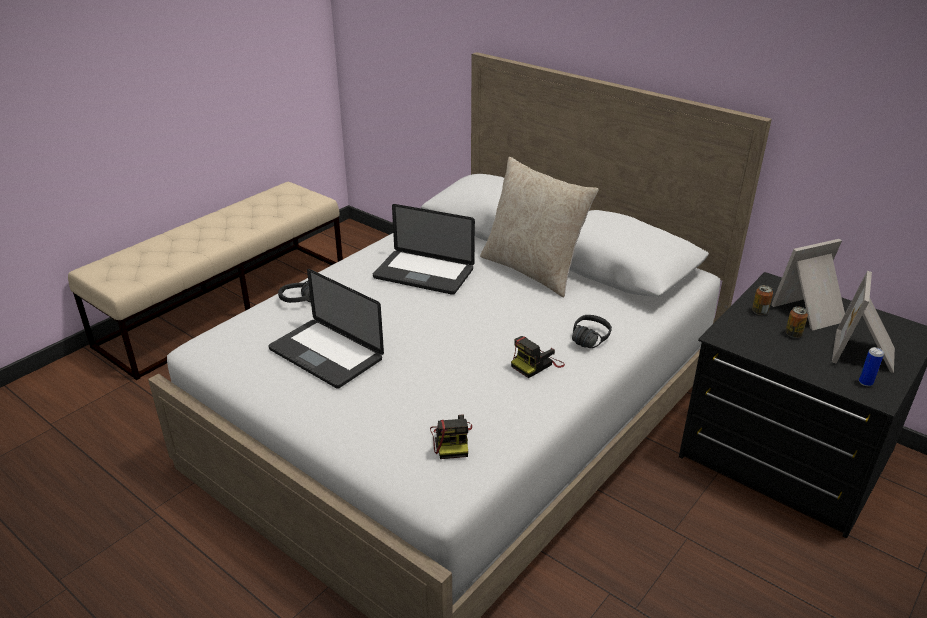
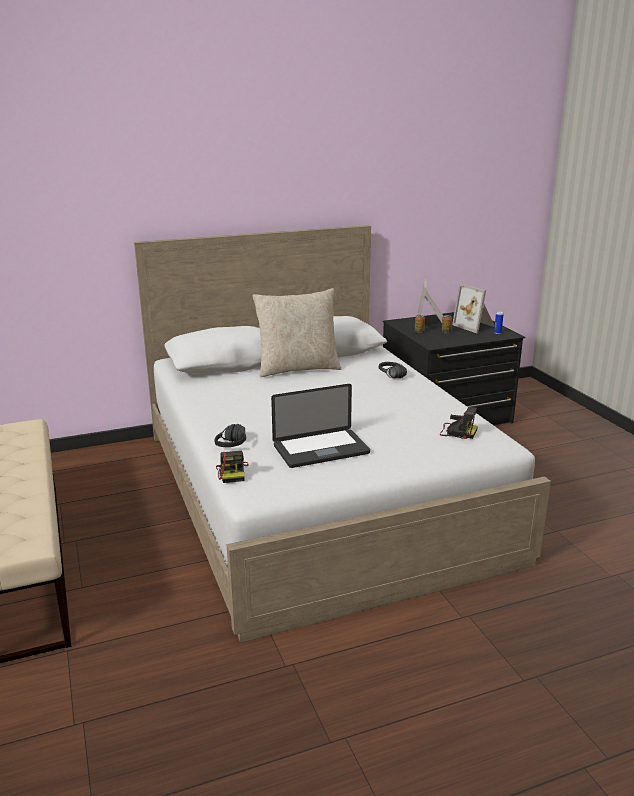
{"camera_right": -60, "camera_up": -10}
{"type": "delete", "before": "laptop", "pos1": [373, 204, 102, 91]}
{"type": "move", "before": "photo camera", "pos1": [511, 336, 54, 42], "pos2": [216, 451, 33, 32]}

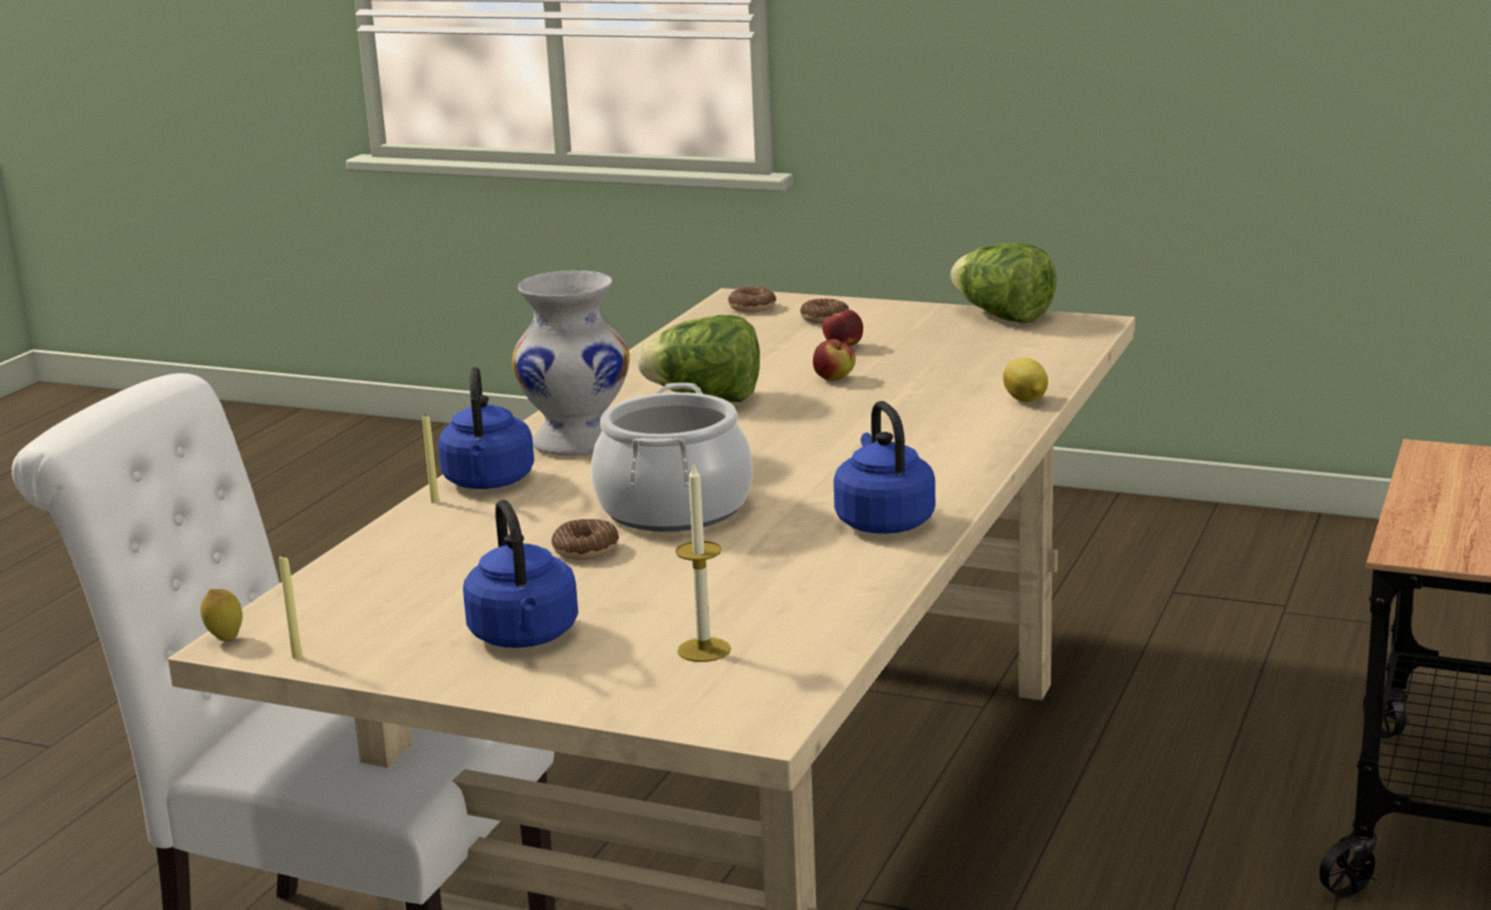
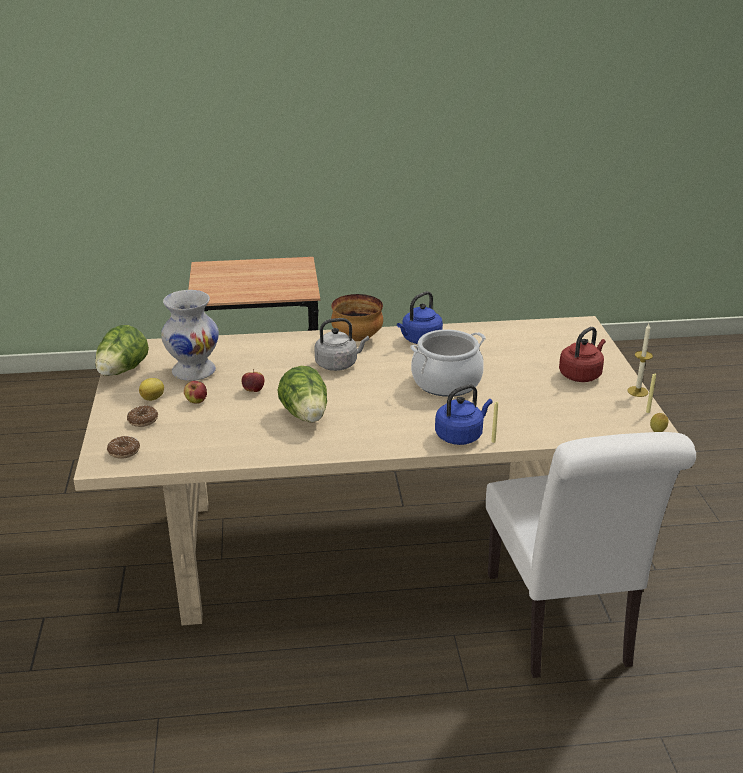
{"camera_right": -120, "camera_up": 10}
{"type": "delete", "before": "donut", "pos1": [552, 519, 67, 41]}
{"type": "insert", "after": "grey kettle", "pos2": [314, 318, 55, 53]}
{"type": "insert", "after": "bowl", "pos2": [331, 294, 52, 47]}
{"type": "move", "before": "white vase", "pos1": [512, 270, 118, 185], "pos2": [161, 290, 58, 91]}
{"type": "move", "before": "candle", "pos1": [675, 462, 56, 200], "pos2": [627, 324, 26, 73]}
{"type": "move", "before": "lemon", "pos1": [1003, 358, 45, 44], "pos2": [139, 378, 25, 23]}
{"type": "recolor", "before": "blue kettle", "after": "red kettle", "pos1": [463, 500, 115, 148], "pos2": [559, 327, 47, 55]}

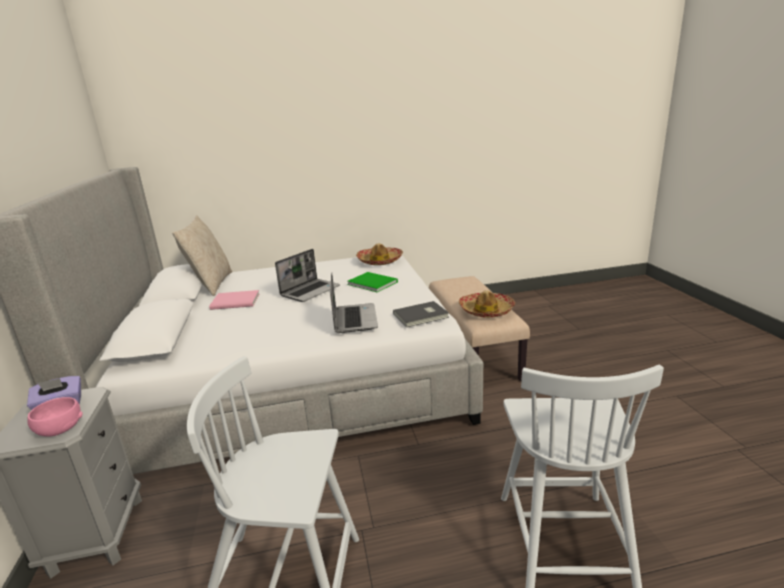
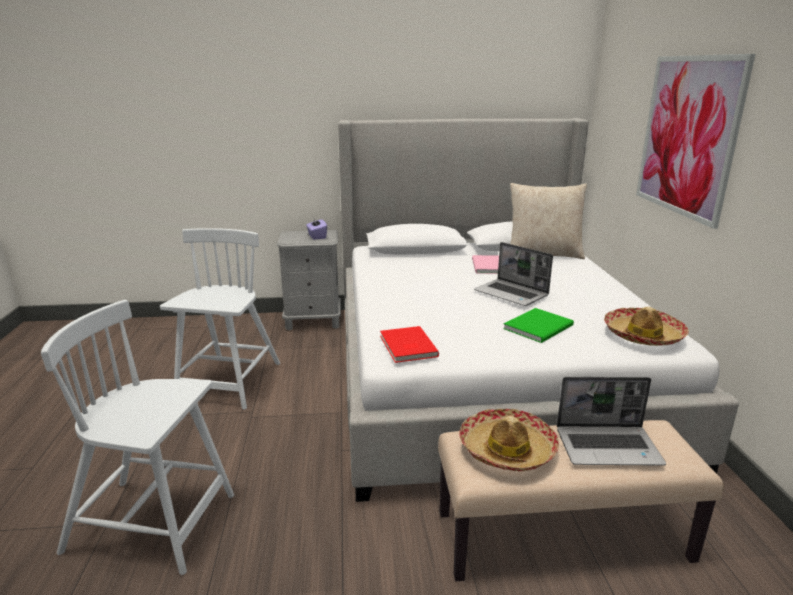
{"camera_right": 95, "camera_up": 0}
{"type": "delete", "before": "pink bowl", "pos1": [27, 397, 56, 40]}
{"type": "insert", "after": "picture", "pos2": [636, 54, 119, 175]}
{"type": "move", "before": "laptop", "pos1": [330, 273, 48, 60], "pos2": [557, 377, 109, 89]}
{"type": "recolor", "before": "grey book", "after": "red book", "pos1": [393, 301, 56, 26], "pos2": [380, 326, 59, 37]}

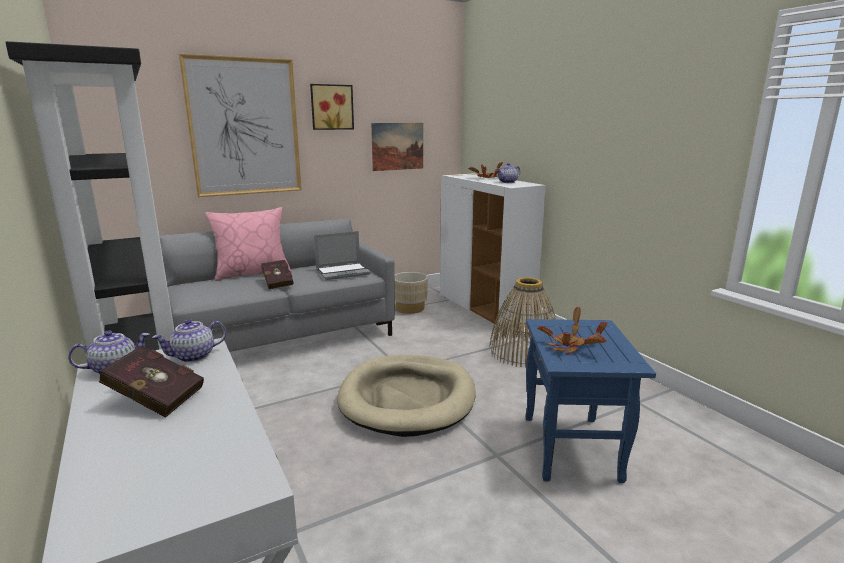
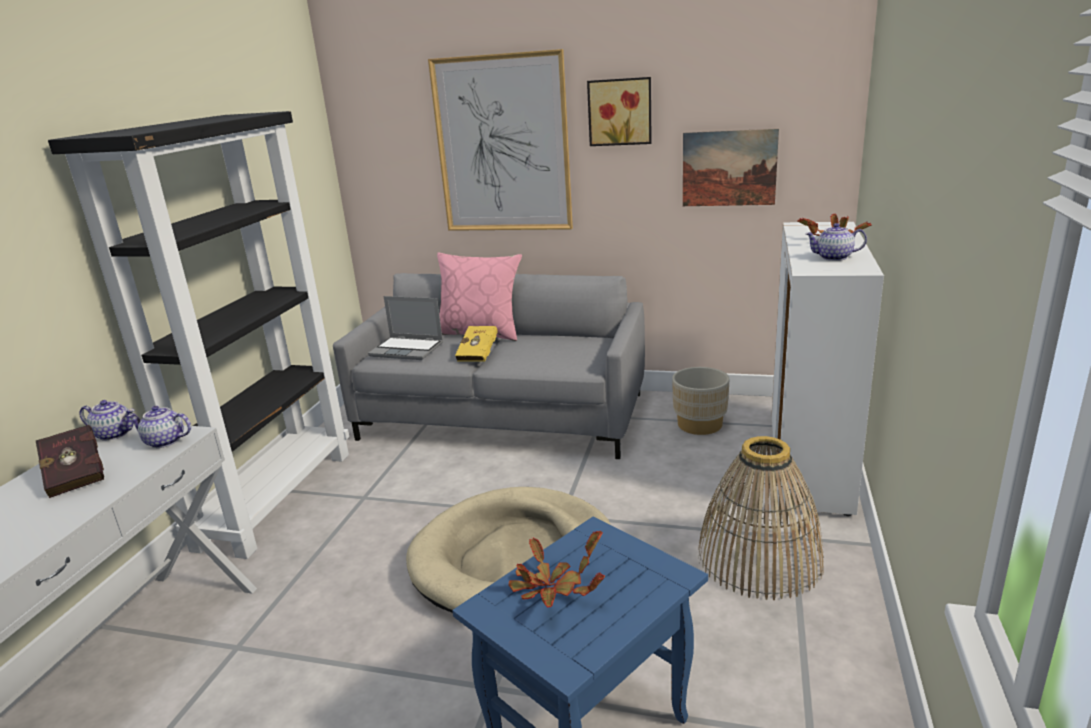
{"camera_right": 45, "camera_up": 5}
{"type": "move", "before": "laptop", "pos1": [314, 231, 57, 49], "pos2": [368, 296, 75, 64]}
{"type": "recolor", "before": "red book", "after": "yellow book", "pos1": [261, 260, 32, 29], "pos2": [455, 326, 43, 36]}

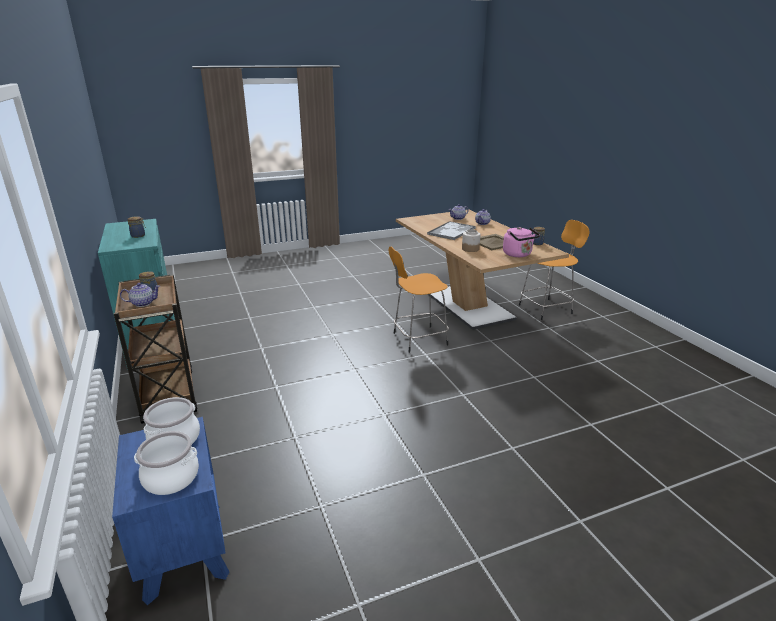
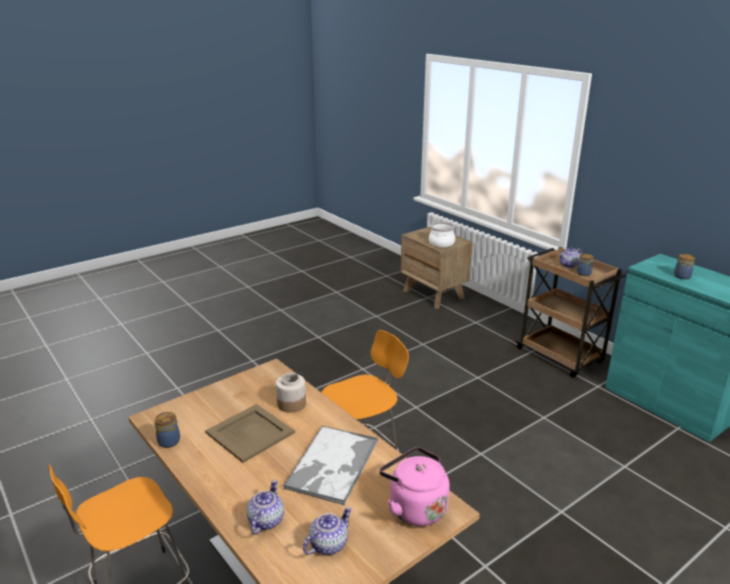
{"camera_right": 165, "camera_up": 0}
{"type": "delete", "before": "cooking pot", "pos1": [134, 431, 65, 64]}
{"type": "move", "before": "pink kettle", "pos1": [503, 227, 37, 30], "pos2": [379, 447, 71, 79]}
{"type": "recolor", "before": "blue nightstand", "after": "brown nightstand", "pos1": [112, 417, 118, 188], "pos2": [401, 227, 72, 82]}

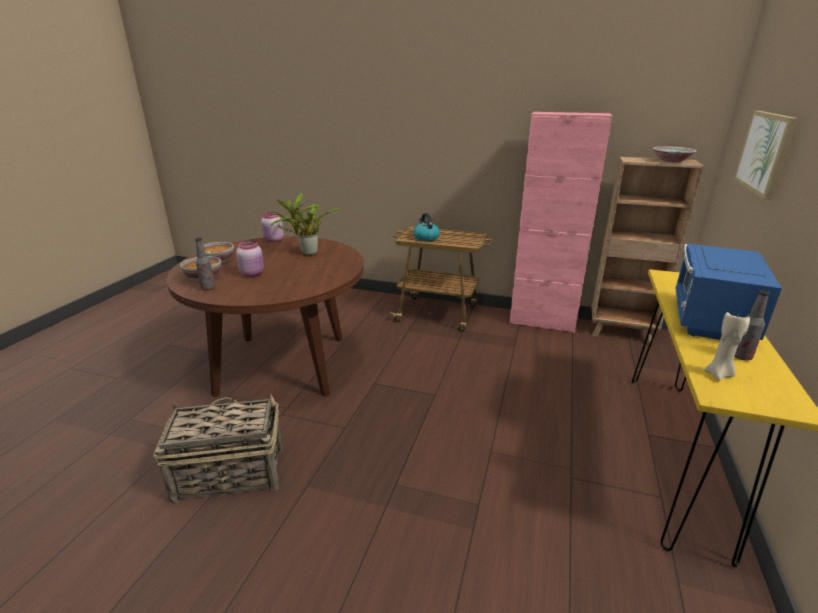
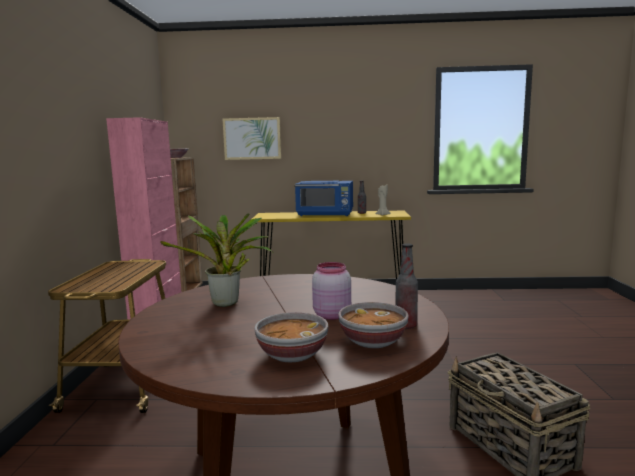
{"camera_right": -105, "camera_up": -15}
{"type": "delete", "before": "pink jar", "pos1": [261, 212, 23, 30]}
{"type": "delete", "before": "kettle", "pos1": [413, 213, 27, 28]}

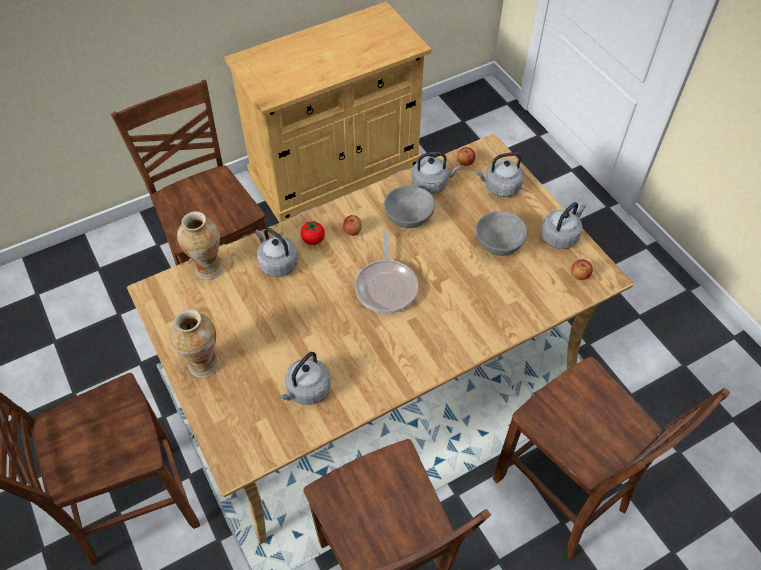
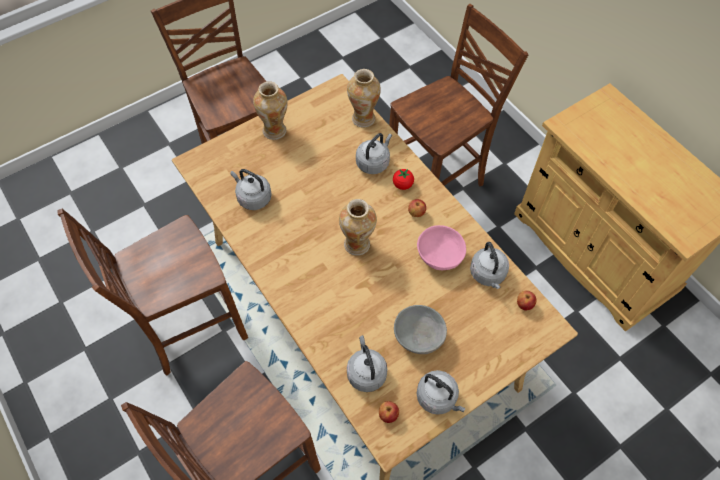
{"camera_right": 85, "camera_up": 5}
{"type": "move", "before": "grey kettle", "pos1": [476, 152, 48, 45], "pos2": [347, 335, 41, 57]}
{"type": "replace", "before": "frying pan", "after": "vase", "pos1": [355, 232, 63, 82], "pos2": [339, 199, 38, 57]}
{"type": "recolor", "before": "grey bowl", "after": "pink bowl", "pos1": [384, 186, 51, 42], "pos2": [417, 225, 49, 45]}

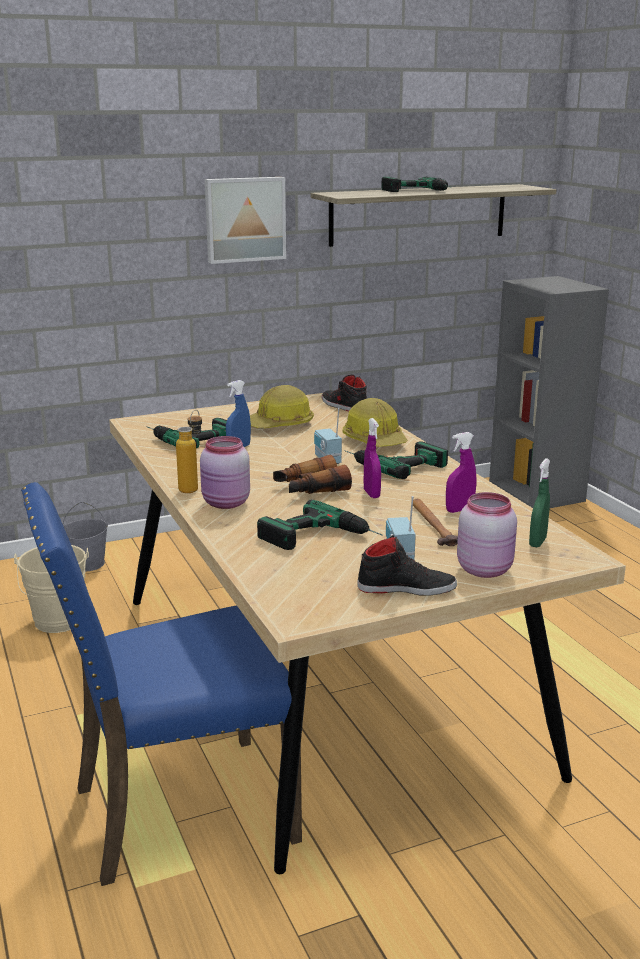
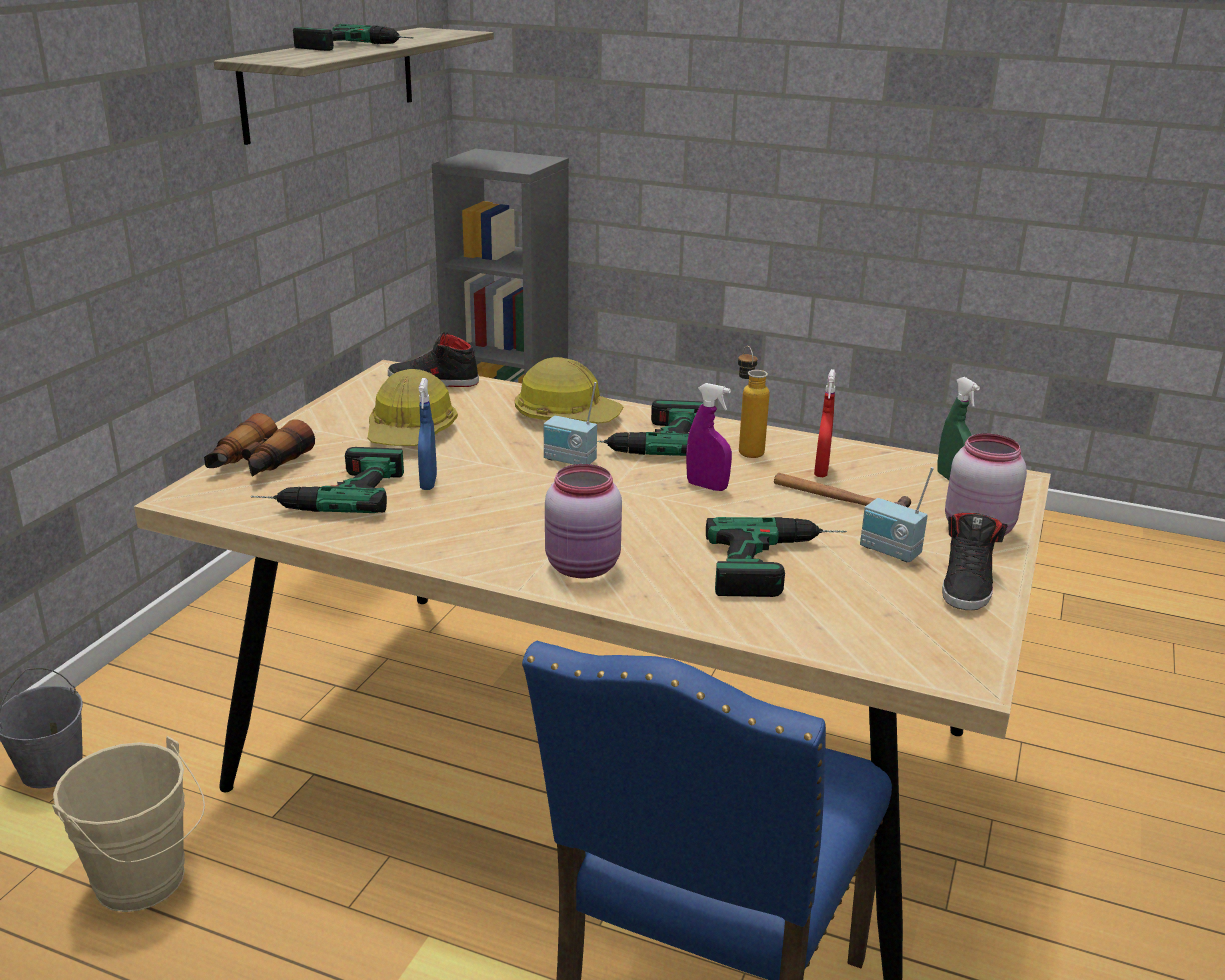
{"camera_right": -45, "camera_up": 5}
{"type": "delete", "before": "picture", "pos1": [205, 177, 81, 87]}
{"type": "move", "before": "bottle", "pos1": [176, 410, 26, 83], "pos2": [738, 346, 32, 112]}
{"type": "move", "before": "binoculars", "pos1": [273, 455, 79, 39], "pos2": [204, 413, 111, 64]}
{"type": "recolor", "before": "purple spray bottle", "after": "red spray bottle", "pos1": [446, 432, 30, 81], "pos2": [814, 369, 22, 108]}
{"type": "rotate", "before": "black shoe", "pos1": [357, 535, 100, 61], "pos2": [942, 513, 66, 97], "turn": 150}

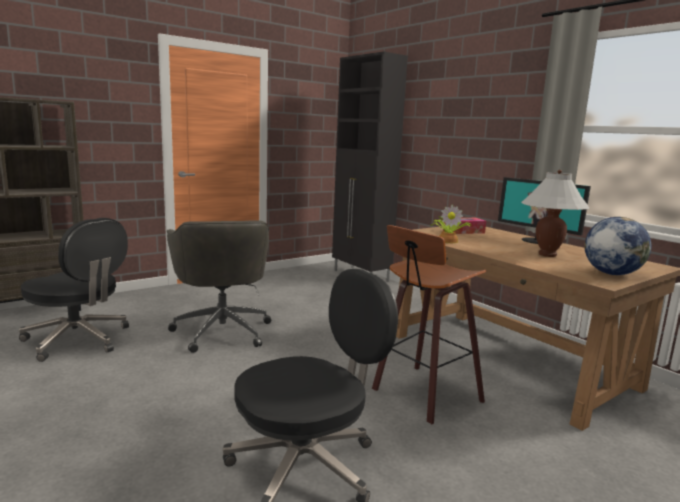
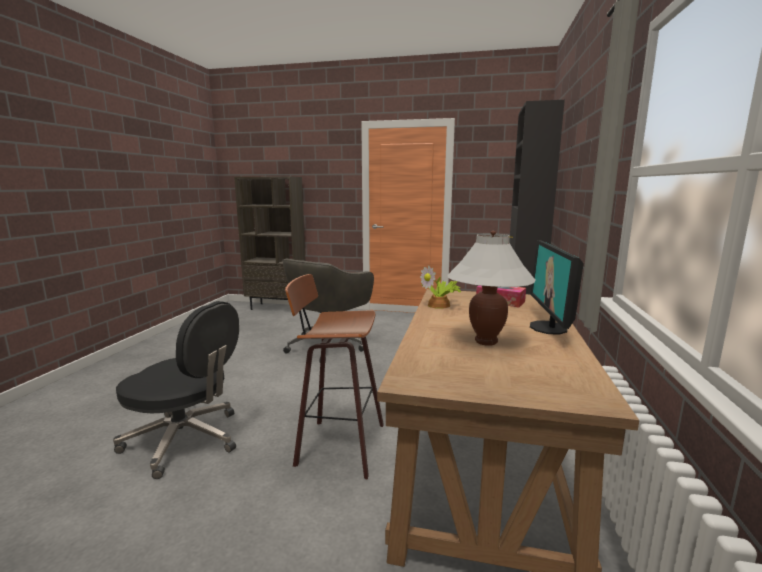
{"camera_right": 50, "camera_up": 0}
{"type": "delete", "before": "black office chair", "pos1": [19, 218, 110, 144]}
{"type": "delete", "before": "globe", "pos1": [584, 217, 68, 58]}

